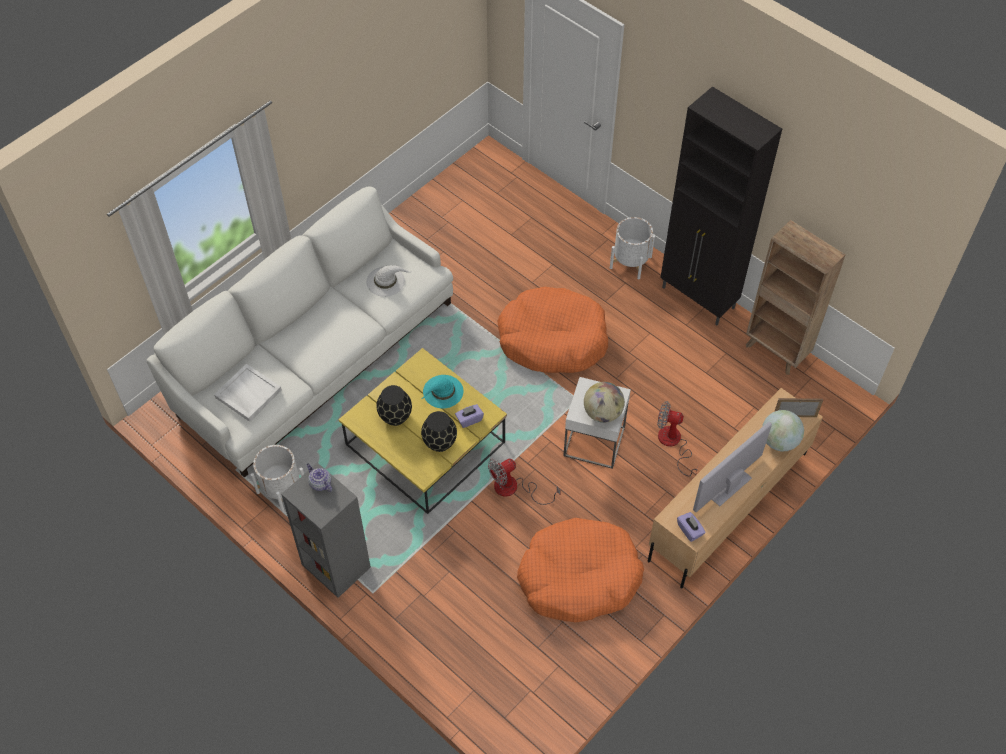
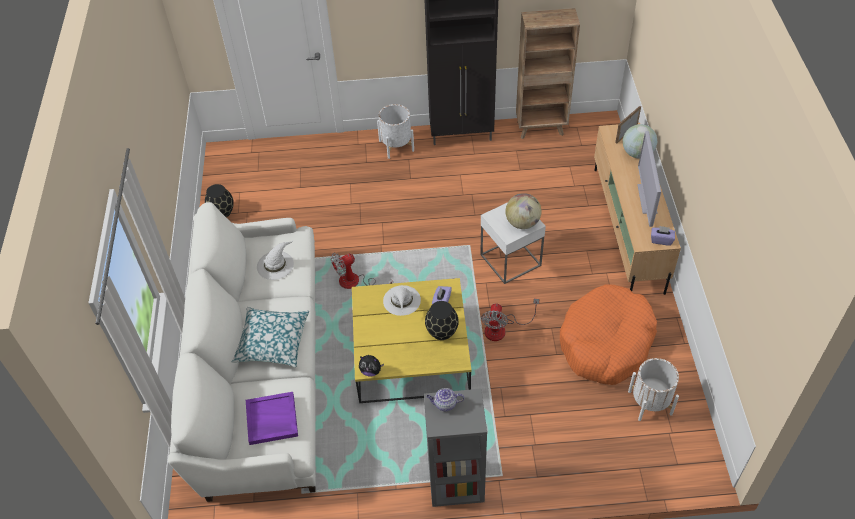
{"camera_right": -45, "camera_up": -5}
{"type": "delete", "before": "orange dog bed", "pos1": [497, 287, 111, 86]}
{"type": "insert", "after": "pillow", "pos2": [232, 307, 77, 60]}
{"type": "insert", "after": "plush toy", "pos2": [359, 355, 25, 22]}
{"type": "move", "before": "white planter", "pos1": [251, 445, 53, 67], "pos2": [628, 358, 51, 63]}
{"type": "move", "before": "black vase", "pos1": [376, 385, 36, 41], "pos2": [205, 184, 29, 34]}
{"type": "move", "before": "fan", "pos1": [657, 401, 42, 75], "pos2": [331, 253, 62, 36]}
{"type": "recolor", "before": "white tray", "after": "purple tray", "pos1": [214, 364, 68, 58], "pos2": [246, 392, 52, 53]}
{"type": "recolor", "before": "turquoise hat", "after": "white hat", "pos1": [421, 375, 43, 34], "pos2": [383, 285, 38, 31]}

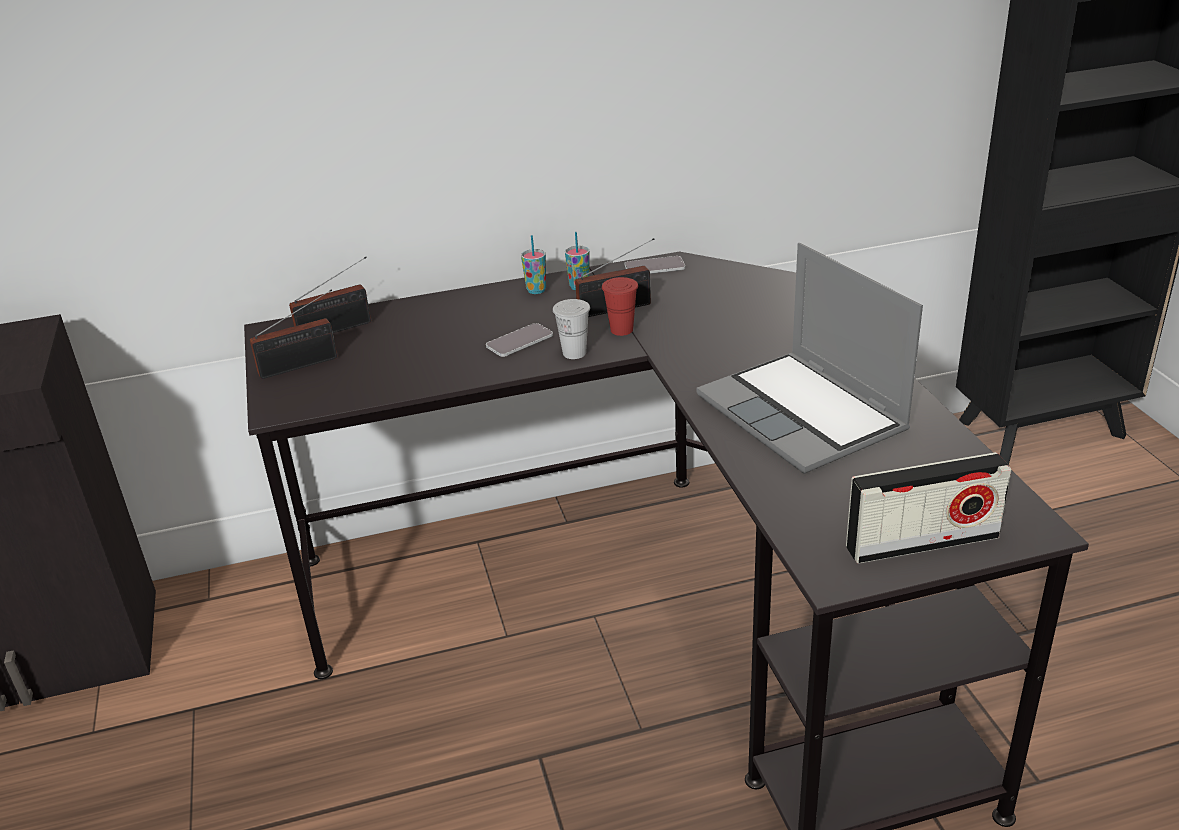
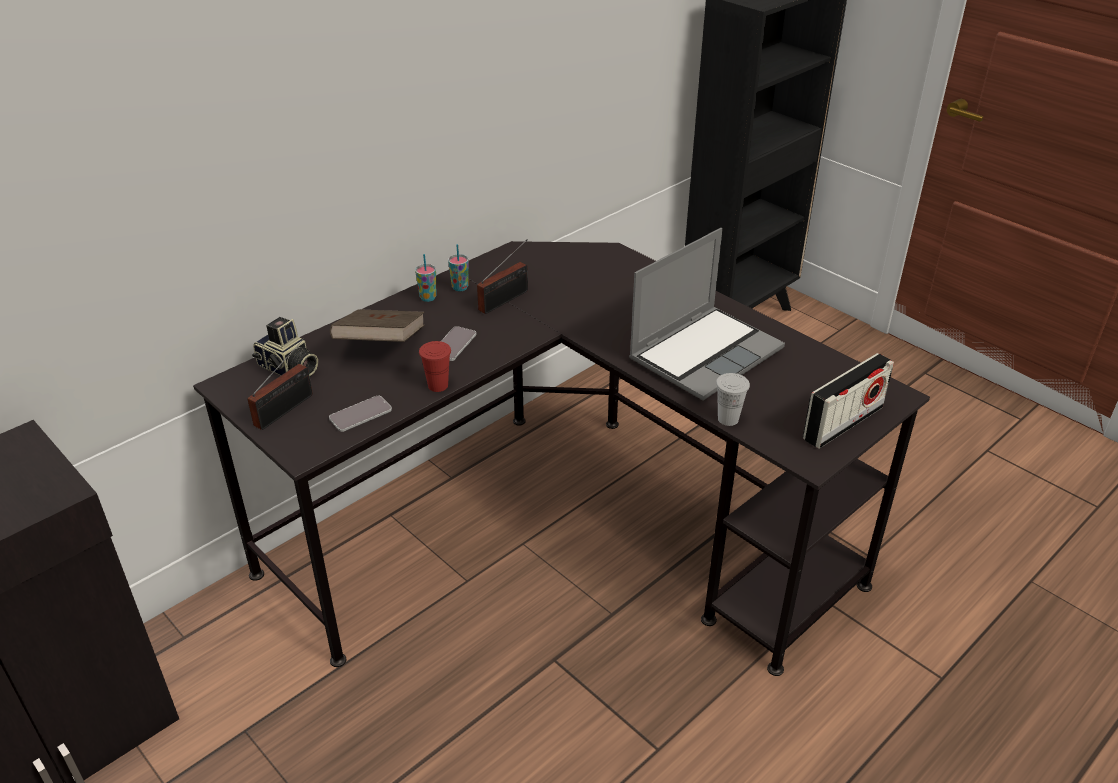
{"camera_right": -30, "camera_up": 5}
{"type": "insert", "after": "brown book", "pos2": [330, 309, 95, 33]}
{"type": "move", "before": "white cup", "pos1": [553, 299, 37, 60], "pos2": [716, 373, 34, 53]}
{"type": "move", "before": "red cup", "pos1": [602, 277, 36, 59], "pos2": [419, 341, 32, 51]}
{"type": "move", "before": "phone", "pos1": [624, 256, 61, 18], "pos2": [329, 396, 63, 36]}
{"type": "replace", "before": "radio", "after": "photo camera", "pos1": [289, 257, 82, 76], "pos2": [252, 317, 66, 59]}
{"type": "rotate", "before": "laptop", "pos1": [697, 243, 226, 231], "pos2": [629, 228, 156, 172], "turn": -75}

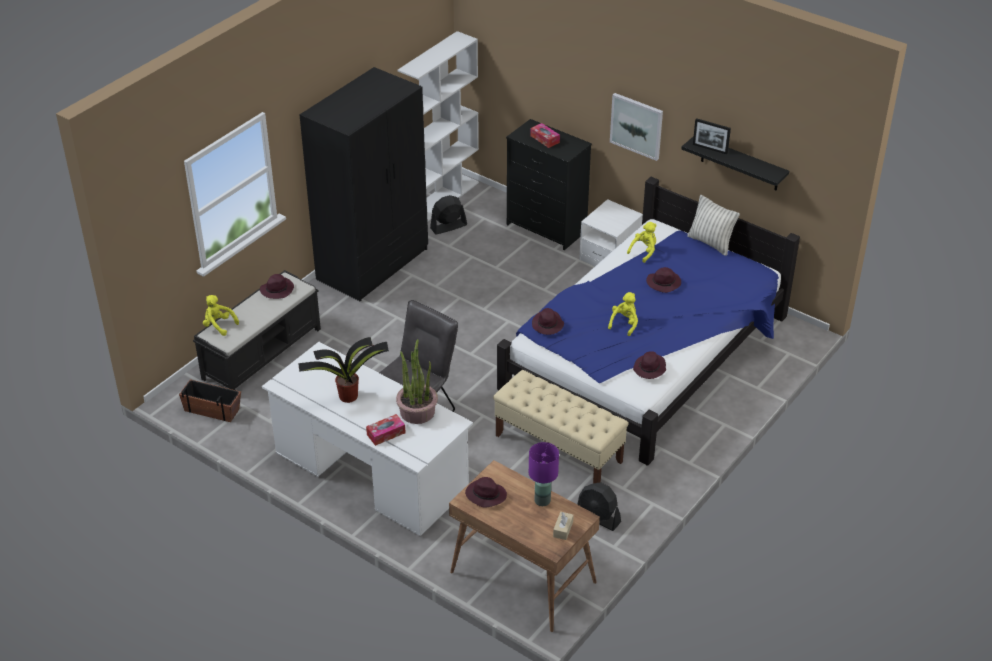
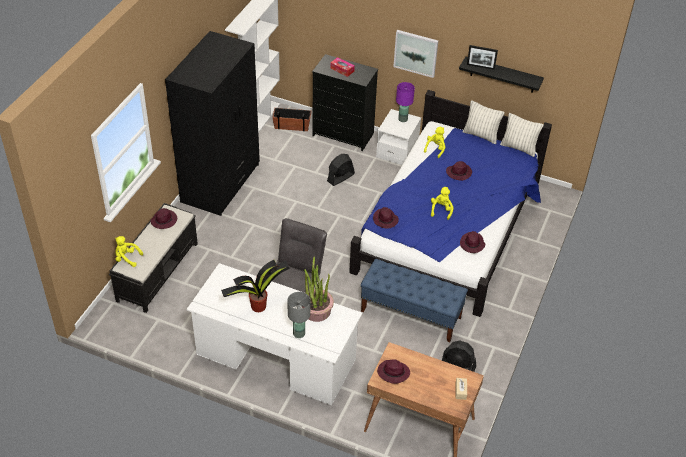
{"camera_right": -15, "camera_up": 5}
{"type": "insert", "after": "pillow", "pos2": [500, 113, 44, 44]}
{"type": "move", "before": "planter", "pos1": [179, 379, 62, 43], "pos2": [272, 108, 40, 23]}
{"type": "move", "before": "black fan", "pos1": [430, 195, 37, 40], "pos2": [327, 154, 28, 32]}
{"type": "move", "before": "purple table lamp", "pos1": [529, 442, 30, 64], "pos2": [396, 82, 19, 40]}
{"type": "replace", "before": "tissue box", "after": "grey table lamp", "pos1": [366, 414, 40, 32], "pos2": [287, 292, 23, 46]}
{"type": "recolor", "before": "beige bench", "after": "blue bench", "pos1": [493, 370, 136, 114], "pos2": [361, 259, 107, 83]}

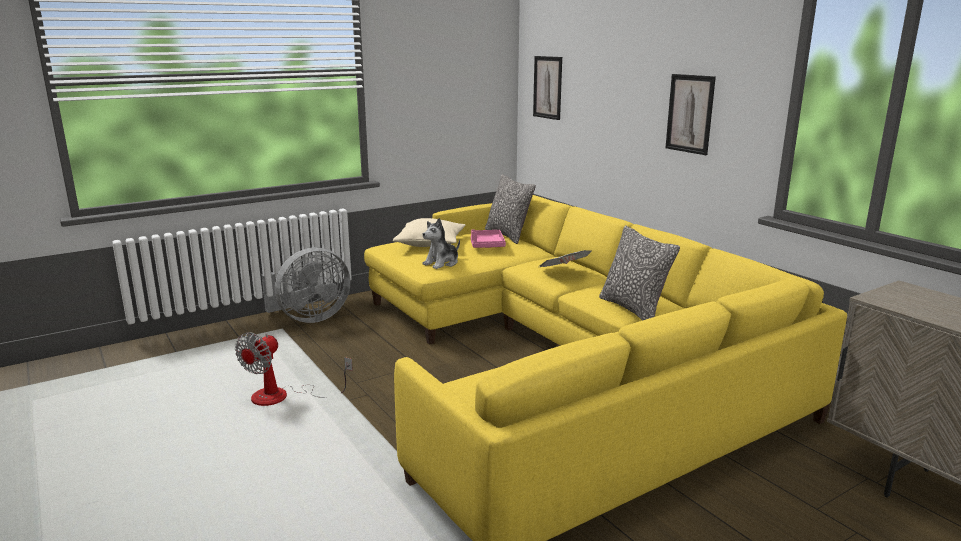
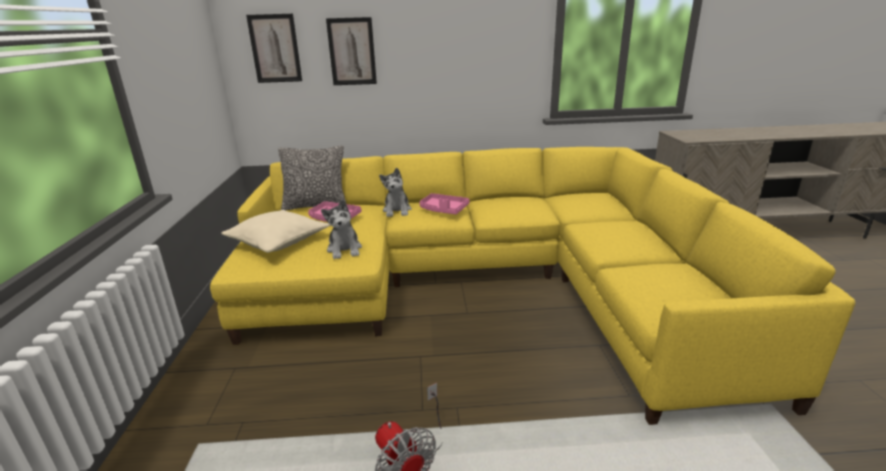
{"camera_right": -60, "camera_up": 5}
{"type": "delete", "before": "grey fan", "pos1": [261, 247, 89, 76]}
{"type": "delete", "before": "pillow", "pos1": [599, 226, 81, 95]}
{"type": "insert", "after": "plush toy", "pos2": [379, 168, 33, 49]}
{"type": "move", "before": "picture", "pos1": [665, 74, 51, 81], "pos2": [326, 17, 51, 68]}
{"type": "replace", "before": "newspaper", "after": "pink tray", "pos1": [540, 250, 52, 17], "pos2": [420, 193, 49, 21]}

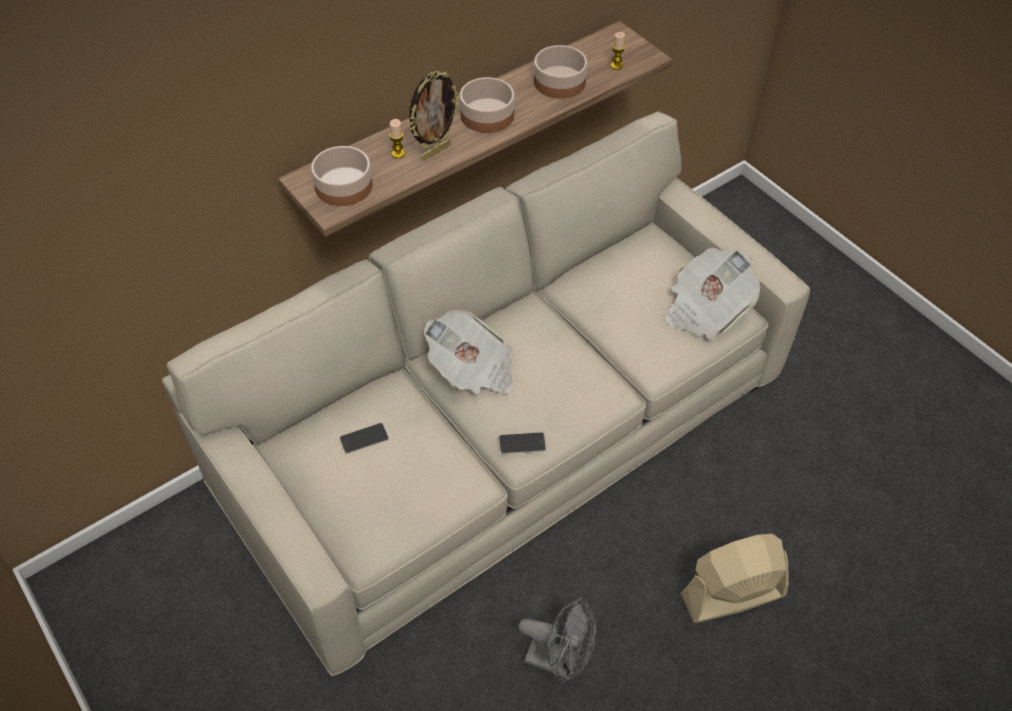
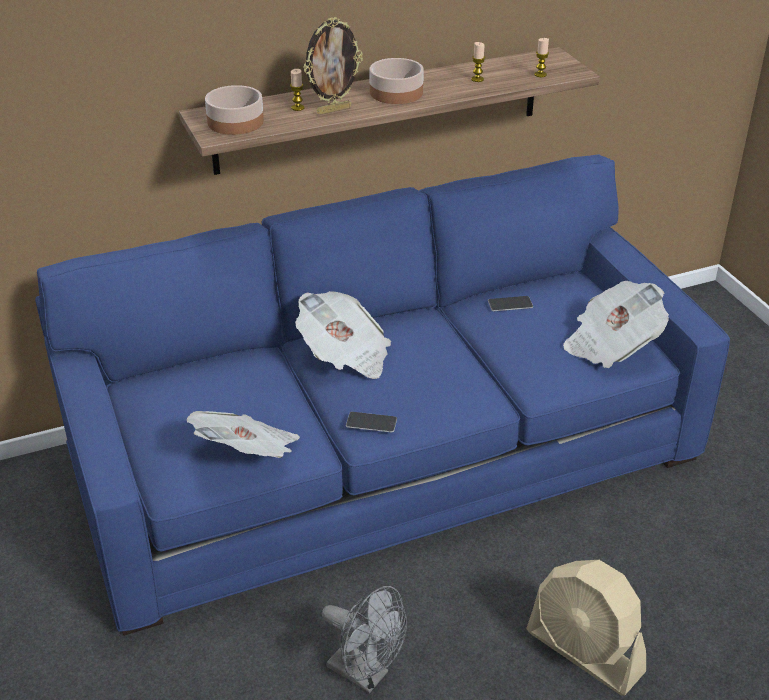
{"camera_right": 15, "camera_up": -15}
{"type": "insert", "after": "newspaper", "pos2": [187, 411, 113, 47]}
{"type": "move", "before": "phone", "pos1": [340, 423, 49, 31], "pos2": [488, 296, 45, 15]}
{"type": "replace", "before": "bowl", "after": "candle", "pos1": [534, 45, 54, 54], "pos2": [471, 42, 14, 40]}
{"type": "recolor", "before": "beige sofa", "after": "blue sofa", "pos1": [162, 111, 648, 565], "pos2": [35, 154, 695, 482]}
{"type": "rotate", "before": "beige fan", "pos1": [681, 534, 108, 89], "pos2": [526, 560, 120, 136], "turn": -135}

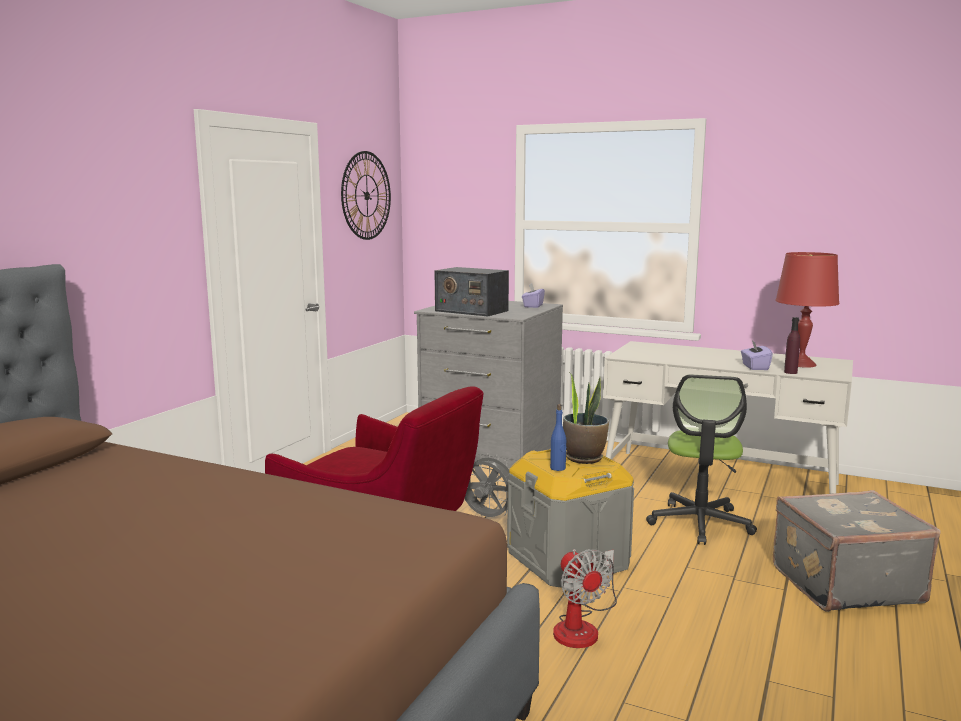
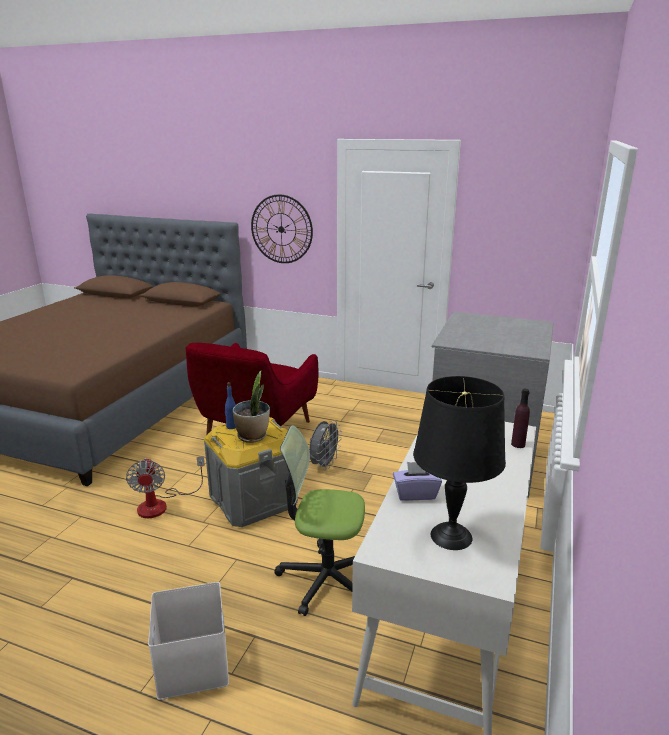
{"camera_right": 85, "camera_up": 10}
{"type": "delete", "before": "radio", "pos1": [434, 267, 75, 49]}
{"type": "delete", "before": "purple tissue box", "pos1": [522, 283, 23, 25]}
{"type": "move", "before": "wall clock", "pos1": [341, 151, 50, 89], "pos2": [251, 194, 62, 69]}
{"type": "move", "before": "purple bottle", "pos1": [784, 317, 16, 57], "pos2": [511, 389, 19, 59]}
{"type": "replace", "before": "grey suitcase", "after": "white storage box", "pos1": [773, 490, 168, 122], "pos2": [148, 582, 81, 118]}
{"type": "recolor", "before": "red table lamp", "after": "black table lamp", "pos1": [775, 252, 64, 116], "pos2": [413, 376, 93, 174]}
{"type": "rotate", "before": "fan", "pos1": [553, 549, 64, 99], "pos2": [126, 456, 79, 62], "turn": -75}

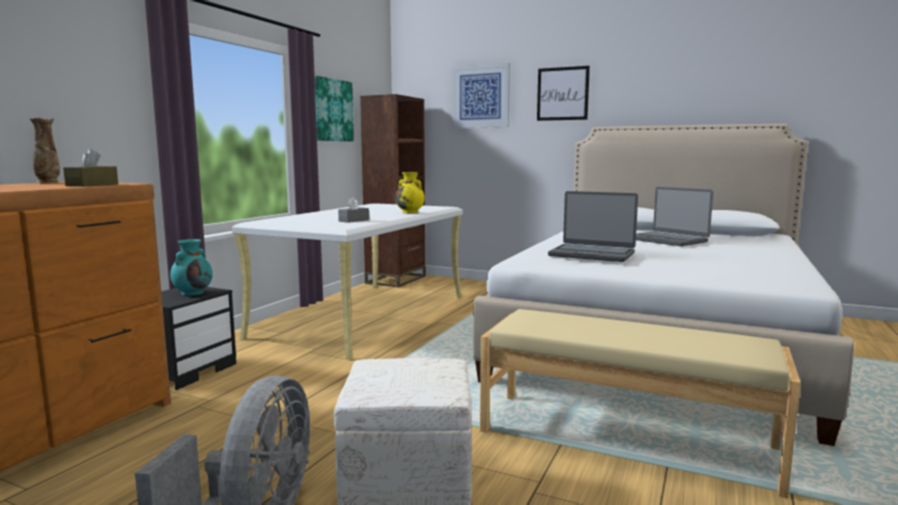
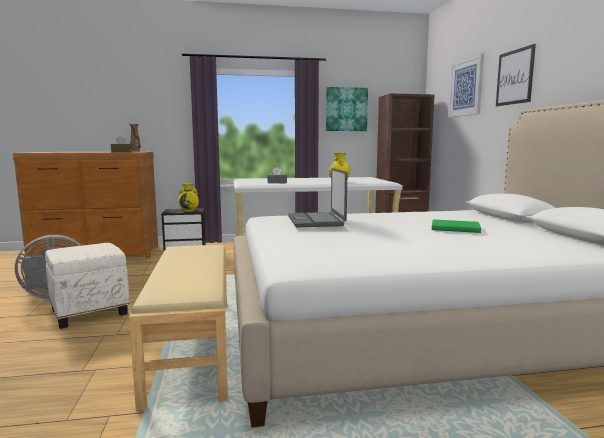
{"camera_right": 55, "camera_up": 0}
{"type": "replace", "before": "laptop", "after": "green book", "pos1": [636, 187, 77, 59], "pos2": [432, 219, 49, 14]}
{"type": "recolor", "before": "turquoise vase", "after": "yellow vase", "pos1": [170, 239, 43, 57], "pos2": [178, 183, 21, 29]}

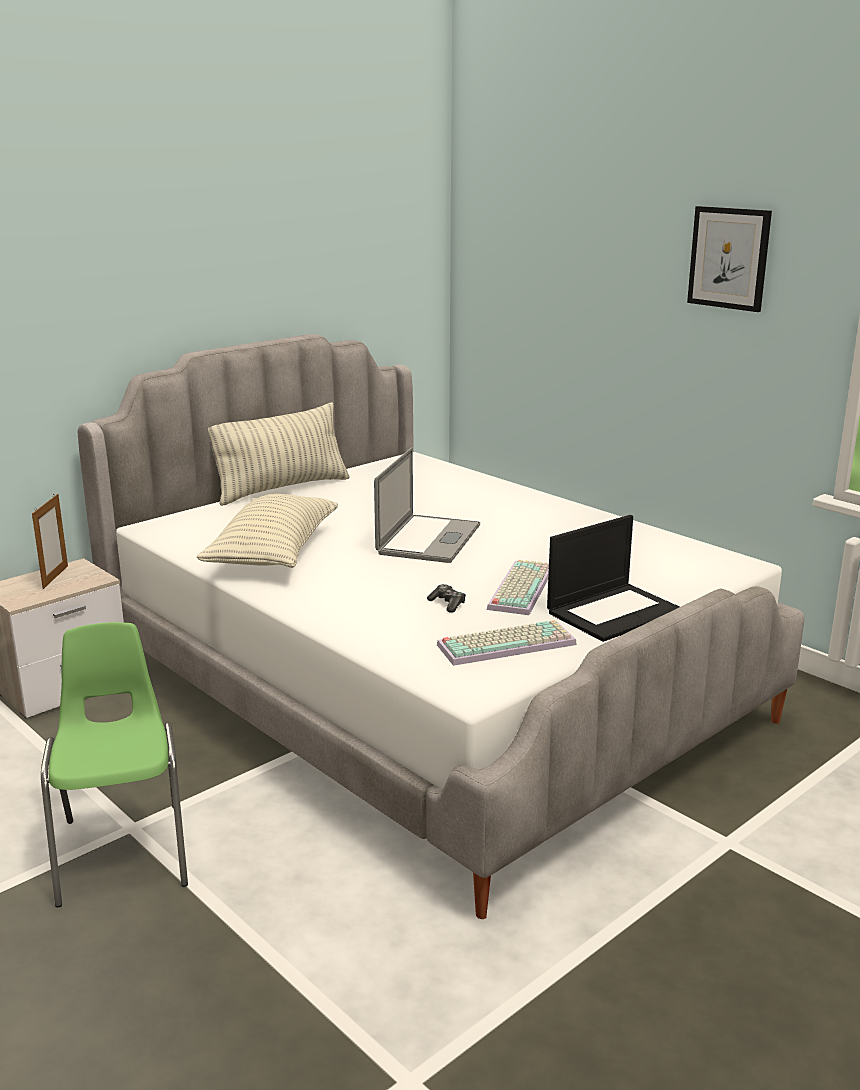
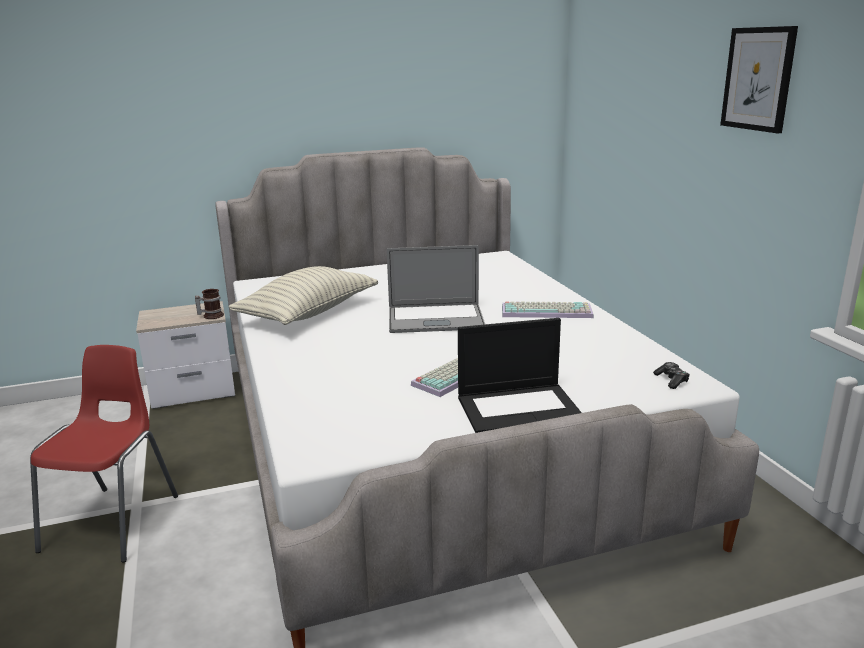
{"camera_right": 25, "camera_up": 0}
{"type": "delete", "before": "picture frame", "pos1": [32, 494, 36, 95]}
{"type": "delete", "before": "pillow", "pos1": [208, 402, 142, 104]}
{"type": "insert", "after": "mug", "pos2": [195, 289, 29, 30]}
{"type": "move", "before": "game controller", "pos1": [427, 584, 39, 29], "pos2": [653, 362, 37, 27]}
{"type": "move", "before": "keyboard", "pos1": [437, 620, 140, 46], "pos2": [502, 301, 92, 17]}
{"type": "recolor", "before": "green chair", "after": "red chair", "pos1": [41, 622, 147, 285], "pos2": [30, 345, 148, 218]}
{"type": "rotate", "before": "laptop", "pos1": [374, 447, 106, 116], "pos2": [387, 245, 98, 88], "turn": 45}

